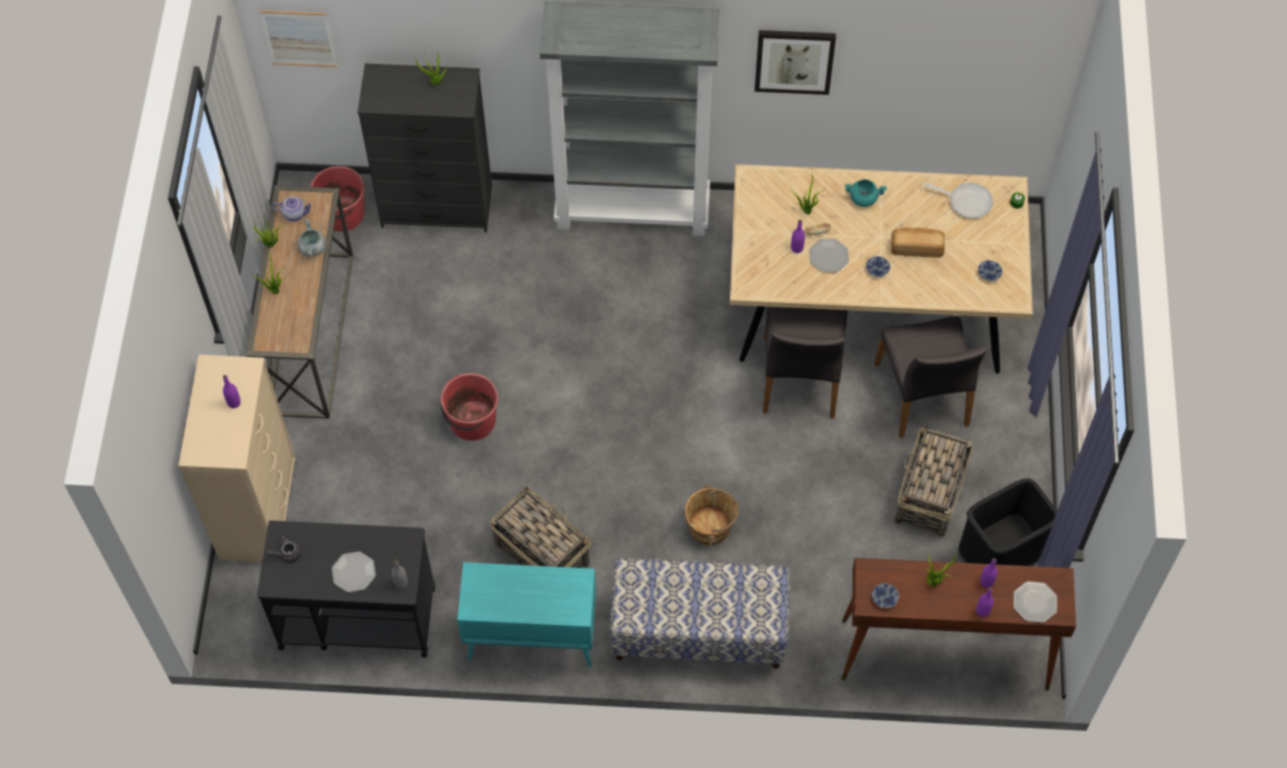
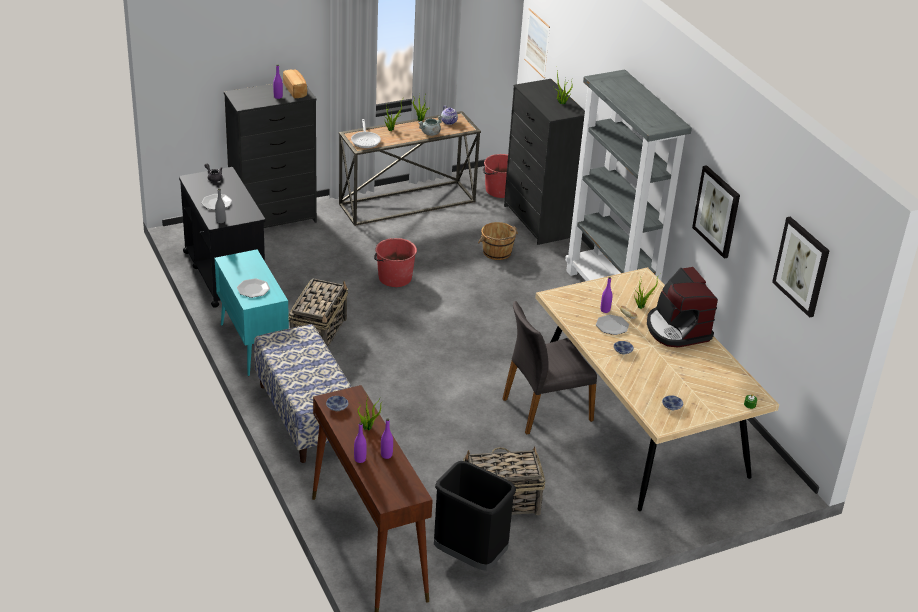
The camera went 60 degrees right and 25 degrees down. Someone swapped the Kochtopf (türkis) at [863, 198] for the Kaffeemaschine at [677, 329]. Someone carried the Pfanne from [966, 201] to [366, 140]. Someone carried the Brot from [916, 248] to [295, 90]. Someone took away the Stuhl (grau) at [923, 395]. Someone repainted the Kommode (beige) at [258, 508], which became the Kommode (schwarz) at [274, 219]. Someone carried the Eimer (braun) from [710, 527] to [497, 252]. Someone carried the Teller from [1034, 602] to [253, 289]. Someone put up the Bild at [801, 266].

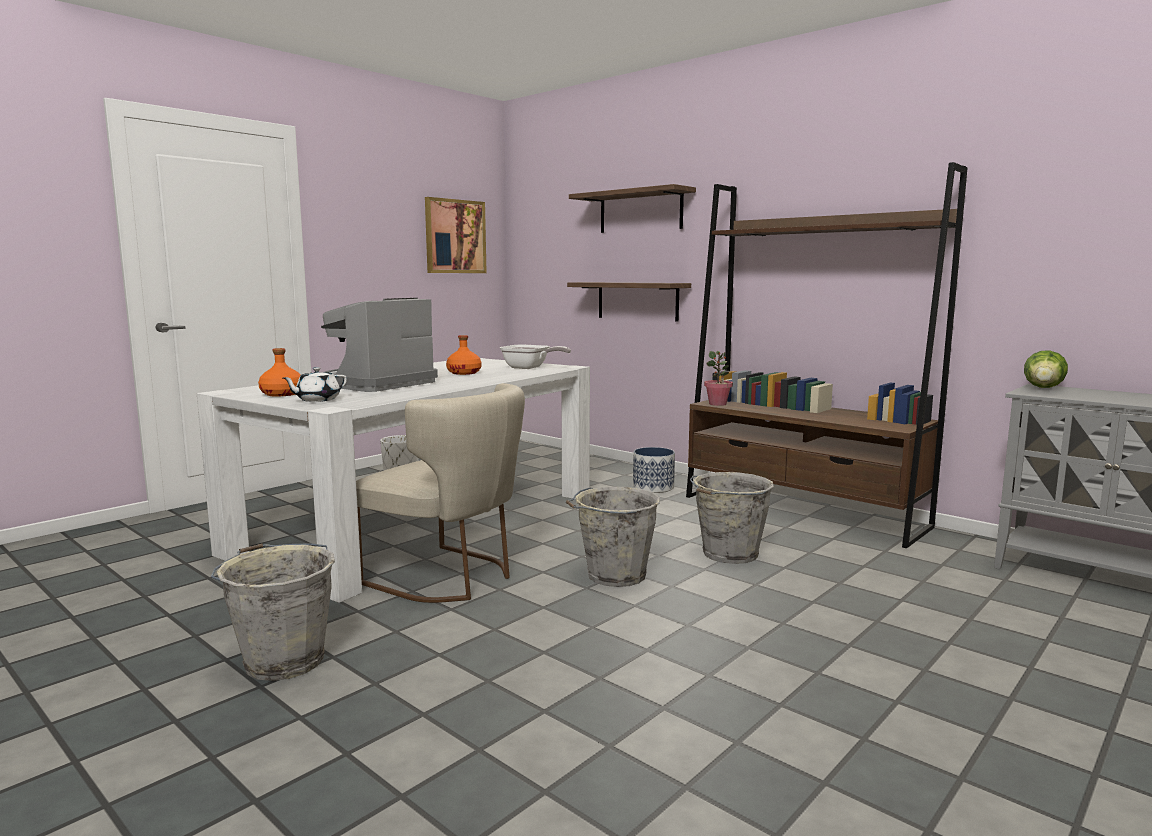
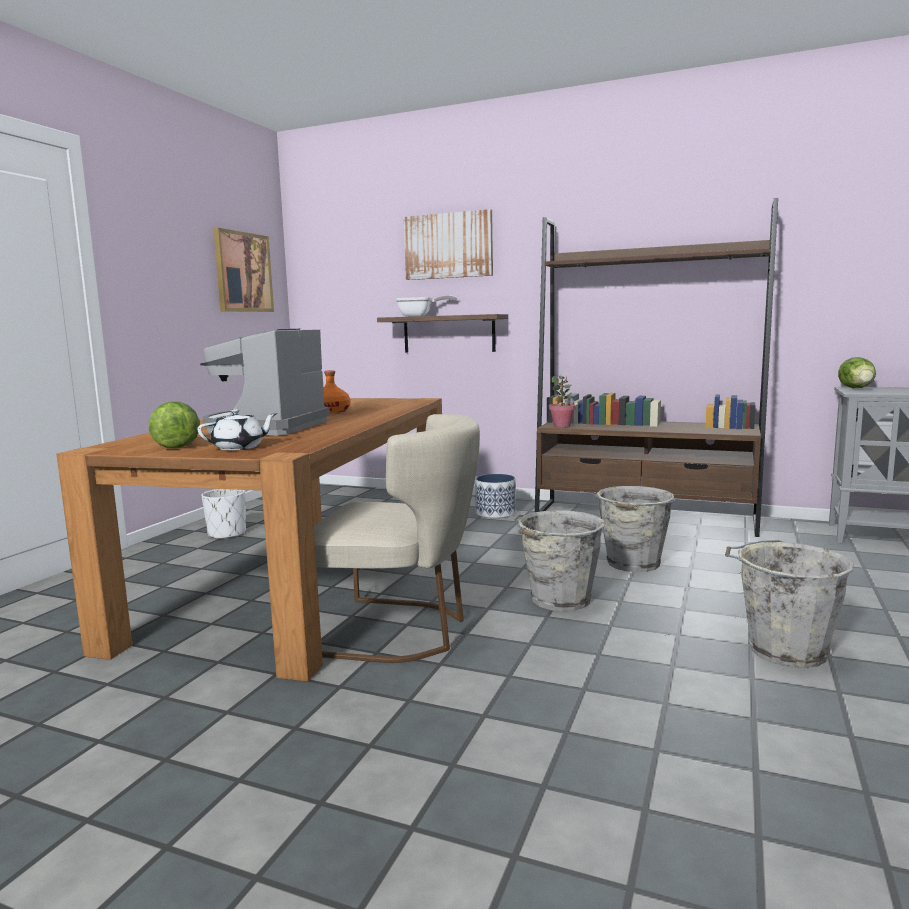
The camera went 20 degrees left and 0 degrees up. Someone swapped the Wandregal at [640, 211] for the Bild at [448, 246]. Someone carried the Pfanne from [529, 368] to [419, 316]. Someone swapped the Flasche (orange) at [281, 394] for the Salatkopf at [177, 445]. Someone repainted the Esstisch (weiß) at [423, 522], which became the Esstisch (braun) at [305, 577]. Someone rotated the Teekanne (weiß) at [317, 400] by 150 degrees counterclockwise. Someone carried the Eimer (grau) from [283, 660] to [783, 650].

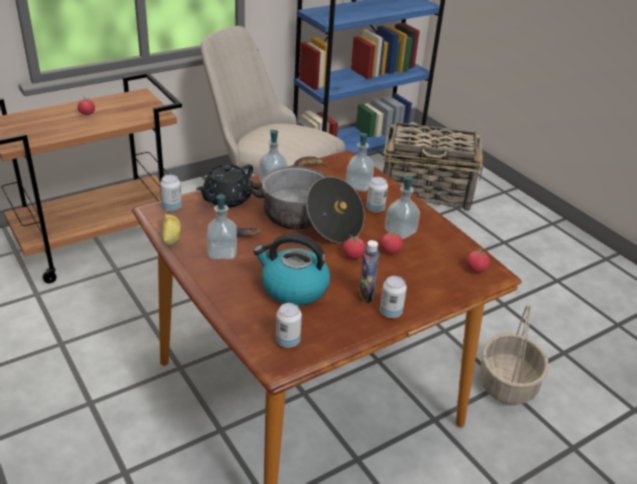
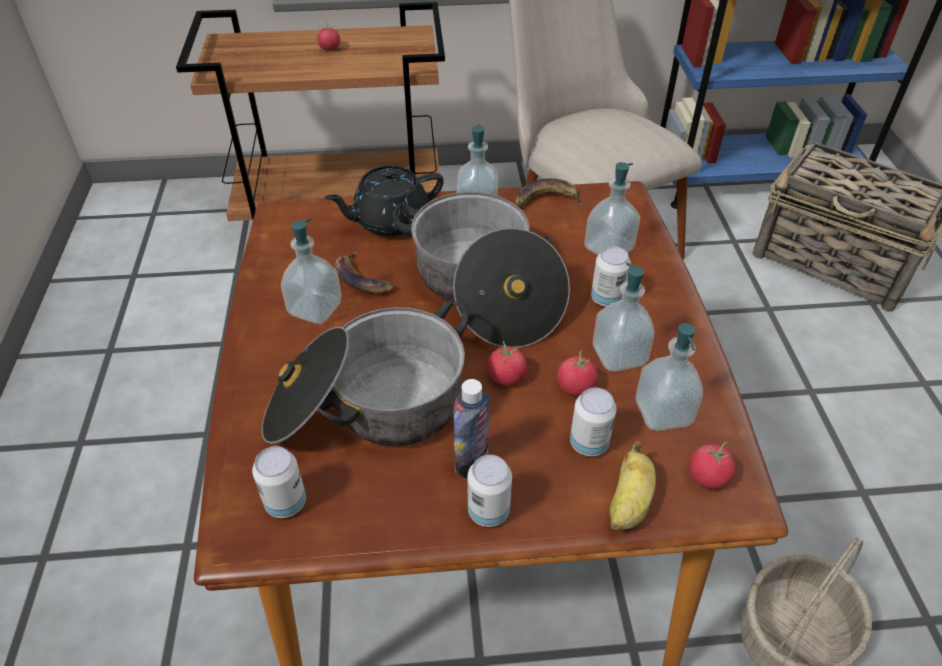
The camera went 30 degrees right and 10 degrees up. Someone carried the Dose from [172, 207] to [589, 443]. Someone carried the Banane from [171, 239] to [628, 504]. Someone swapped the Wasserkessel at [293, 288] for the Kochtopf at [368, 406]. Someone put down the Seifenspender at [663, 412].

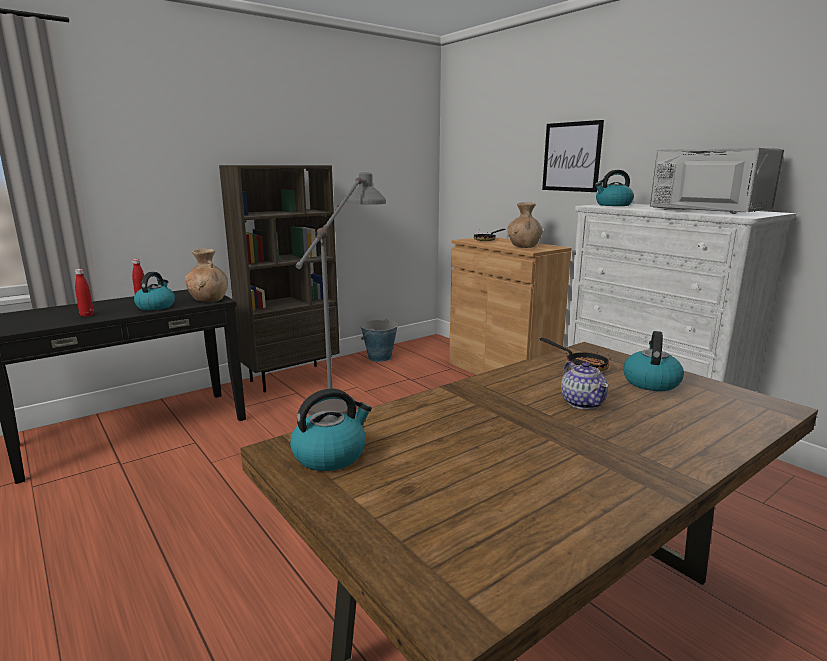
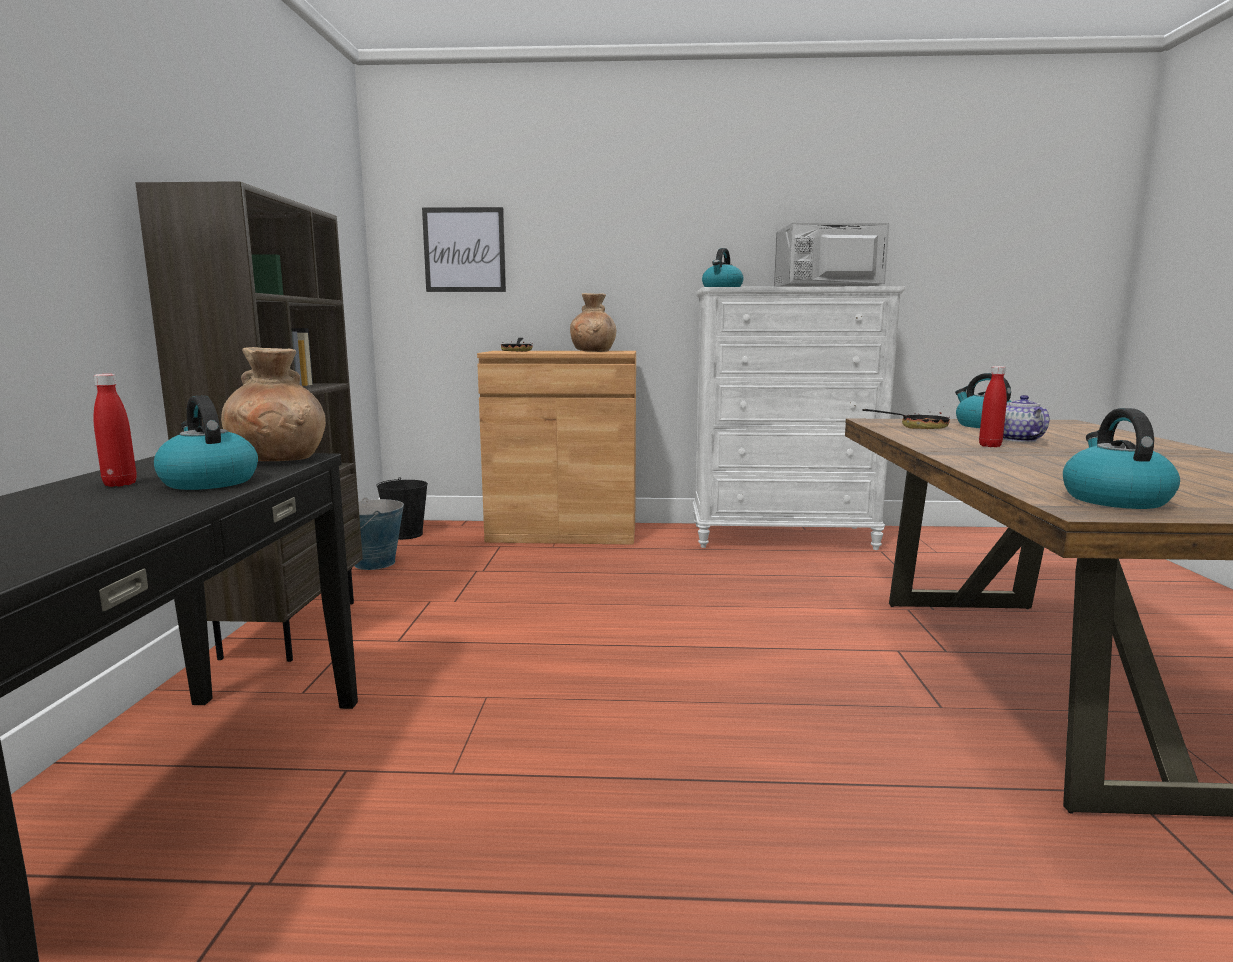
The camera went 50 degrees left and 5 degrees down. Someone carried the Bild from [571, 157] to [464, 250]. Someone took away the Stehlampe (grau) at [348, 394]. Someone carried the Flasche (rot) from [87, 315] to [990, 446]. Someone rotated the Teekanne at [582, 403] by 120 degrees counterclockwise. Someone put down the Eimer (schwarz) at [405, 534].

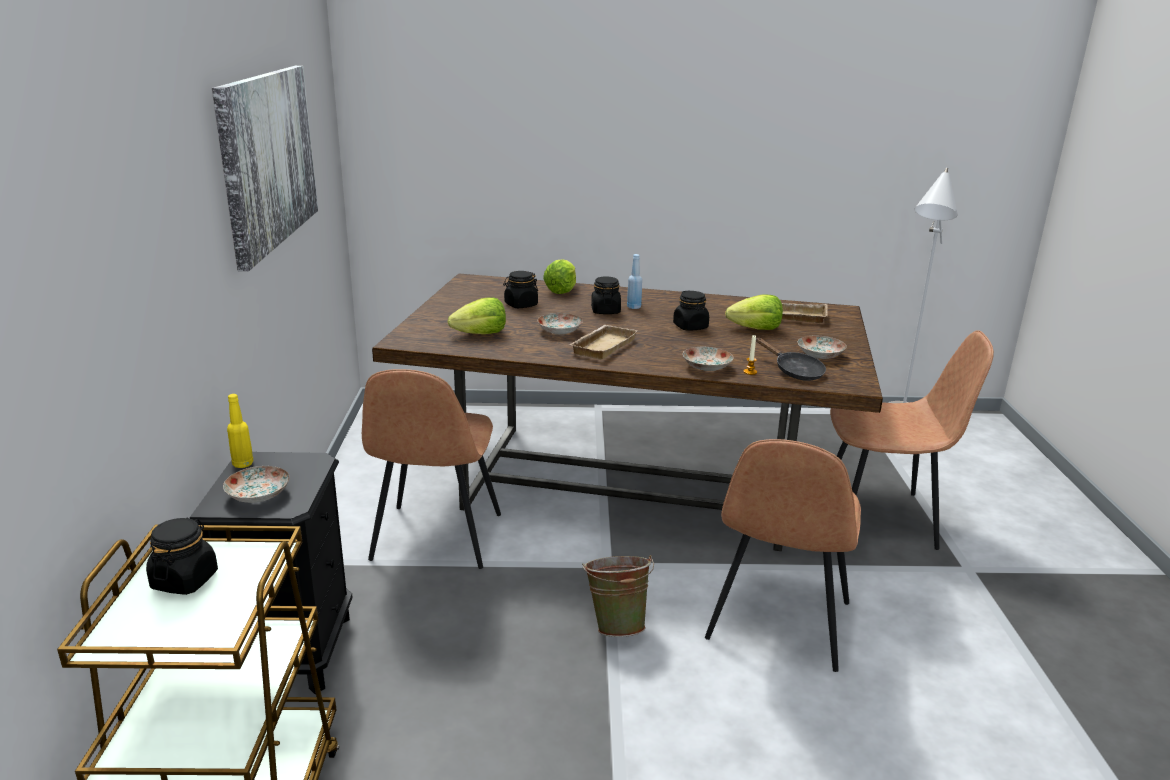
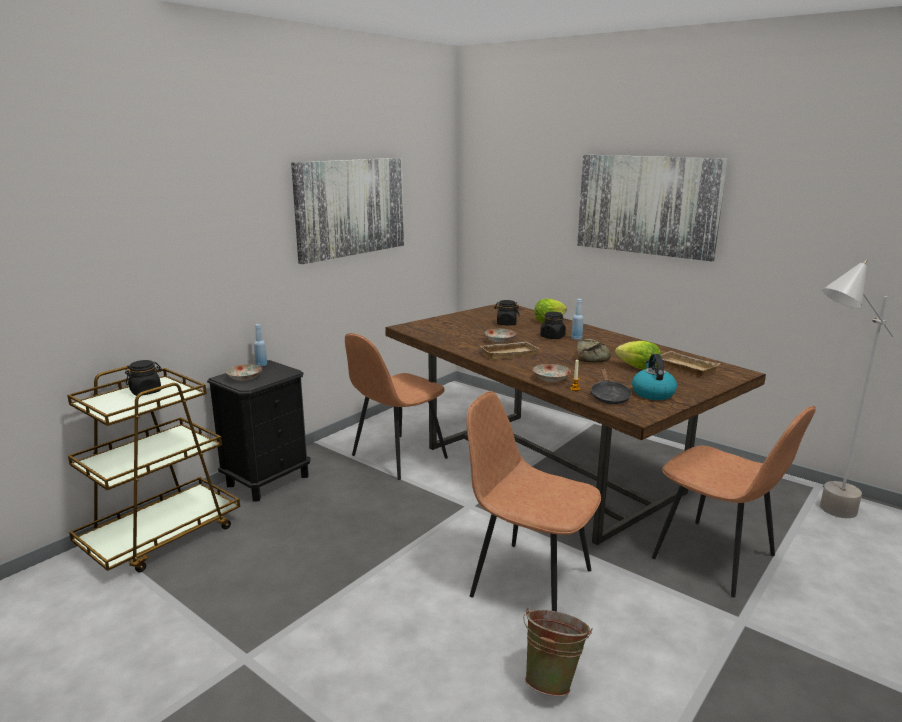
The camera went 40 degrees right and 5 degrees down. Someone swapped the Vorratsglas (schwarz) at [690, 327] for the Brot at [591, 356]. Someone took away the Salatkopf at [481, 334]. Someone swapped the Teller at [820, 355] for the Wasserkessel at [652, 393]. Someone repainted the Flasche (gelb) at [243, 464], which became the Flasche (blau) at [261, 365]. Someone rotated the Stuhl (braun) at [777, 623] by 60 degrees clockwise. Someone carried the Eimer (grün) from [617, 624] to [553, 679]. Someone put up the Bild at [647, 205].

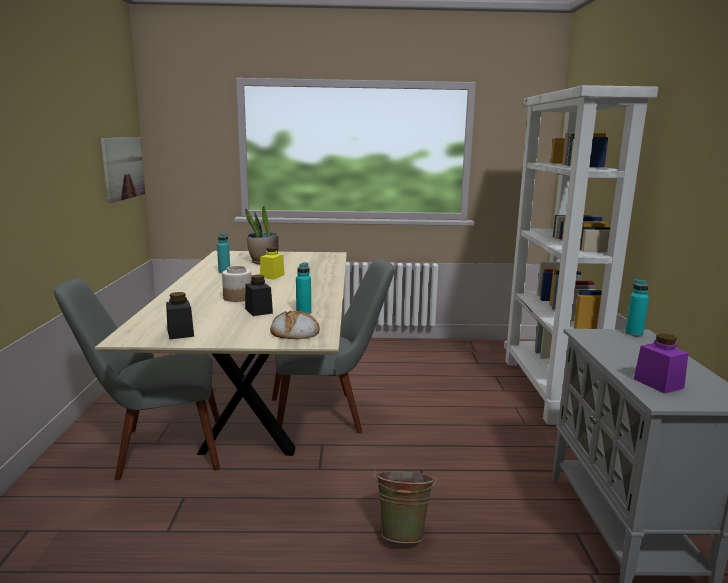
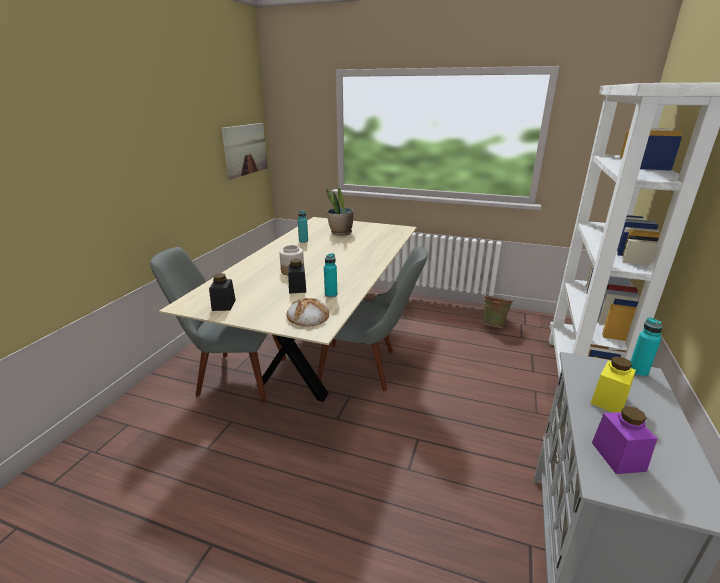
The camera went 20 degrees right and 10 degrees up. Someone carried the Vorratsglas (gelb) from [272, 276] to [609, 400]. Someone carried the Eimer (grün) from [403, 532] to [494, 325].

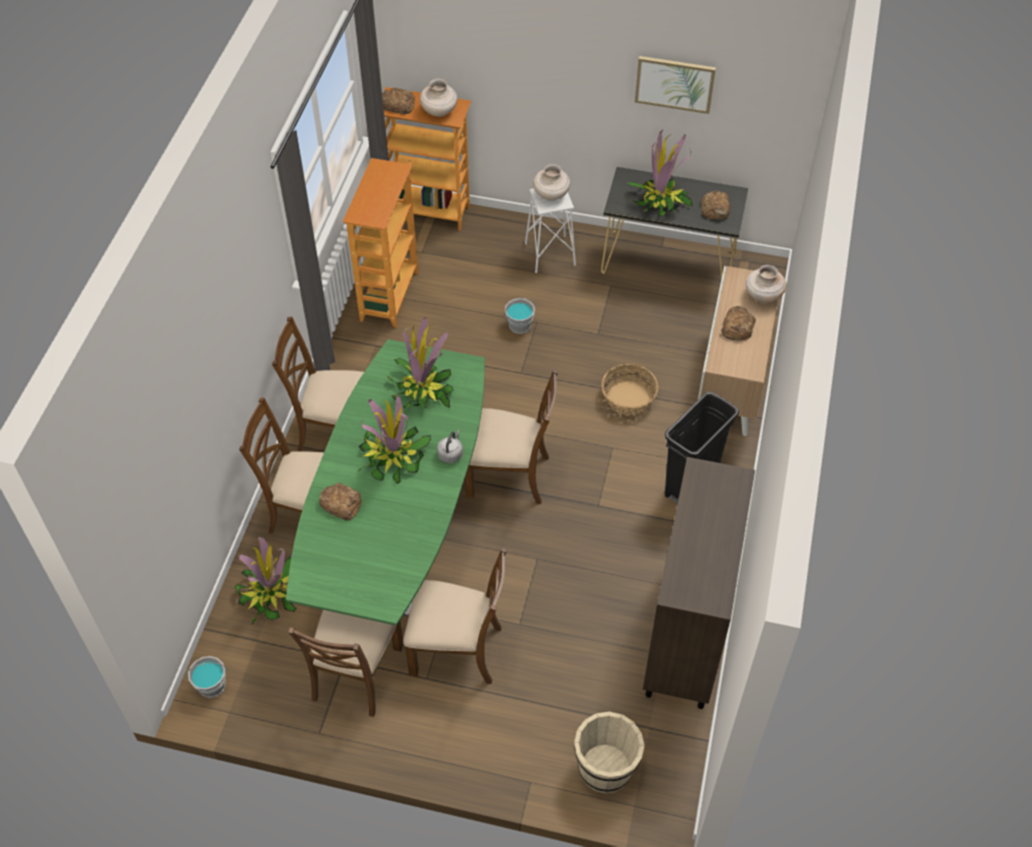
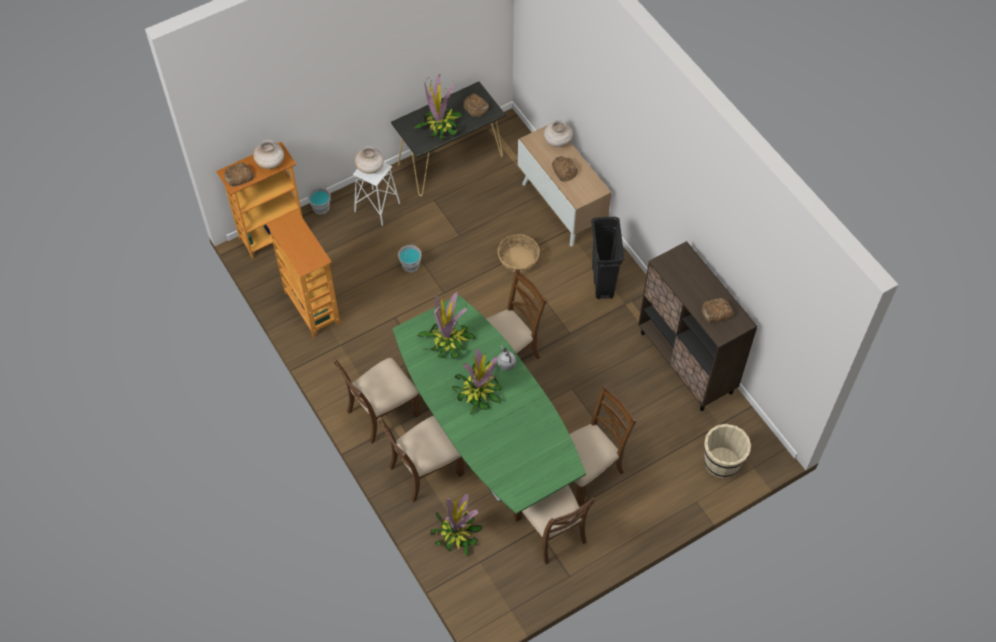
The camera went 45 degrees left and 5 degrees up. Someone took away the Bild at [674, 83]. Someone carried the Brot from [341, 503] to [716, 313]. Someone carried the Eimer (grau) from [212, 685] to [321, 207].

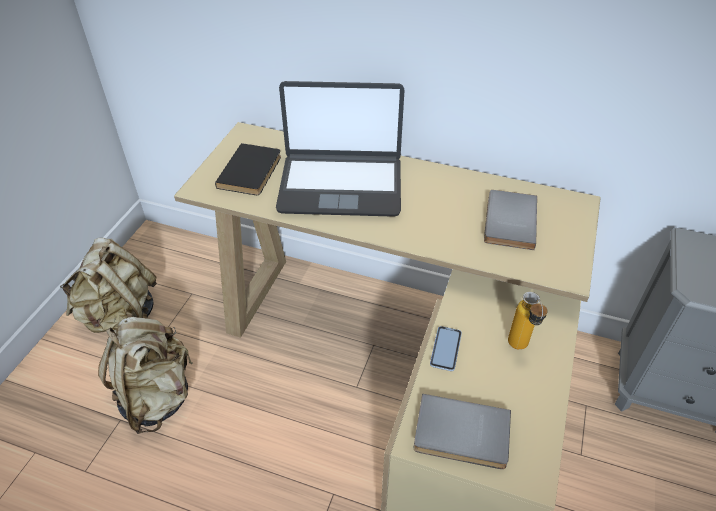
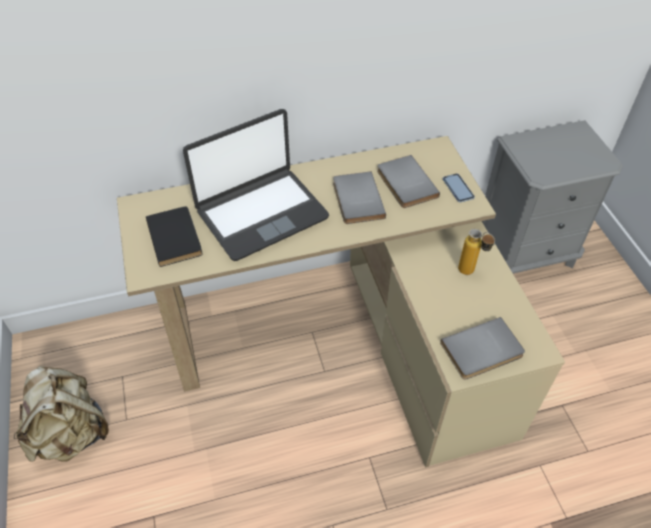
The camera went 35 degrees left and 5 degrees up. Someone took away the Rucksack (beige) at [157, 396]. Someone carried the Handy from [445, 349] to [458, 188]. Someone put down the Buch (grau) at [356, 200].

